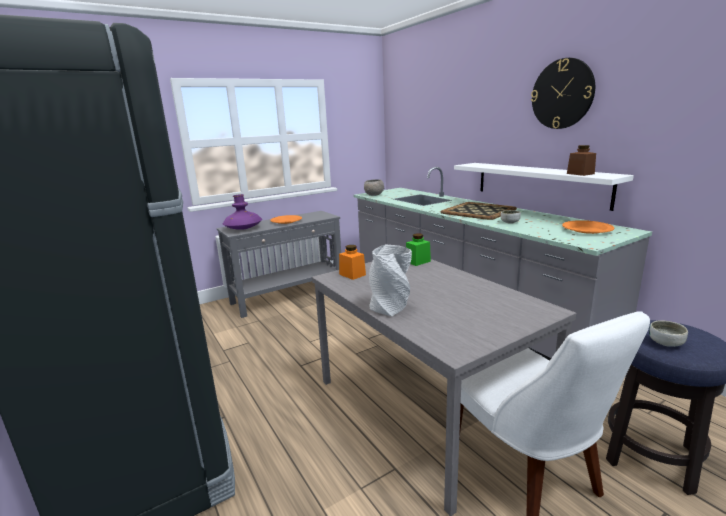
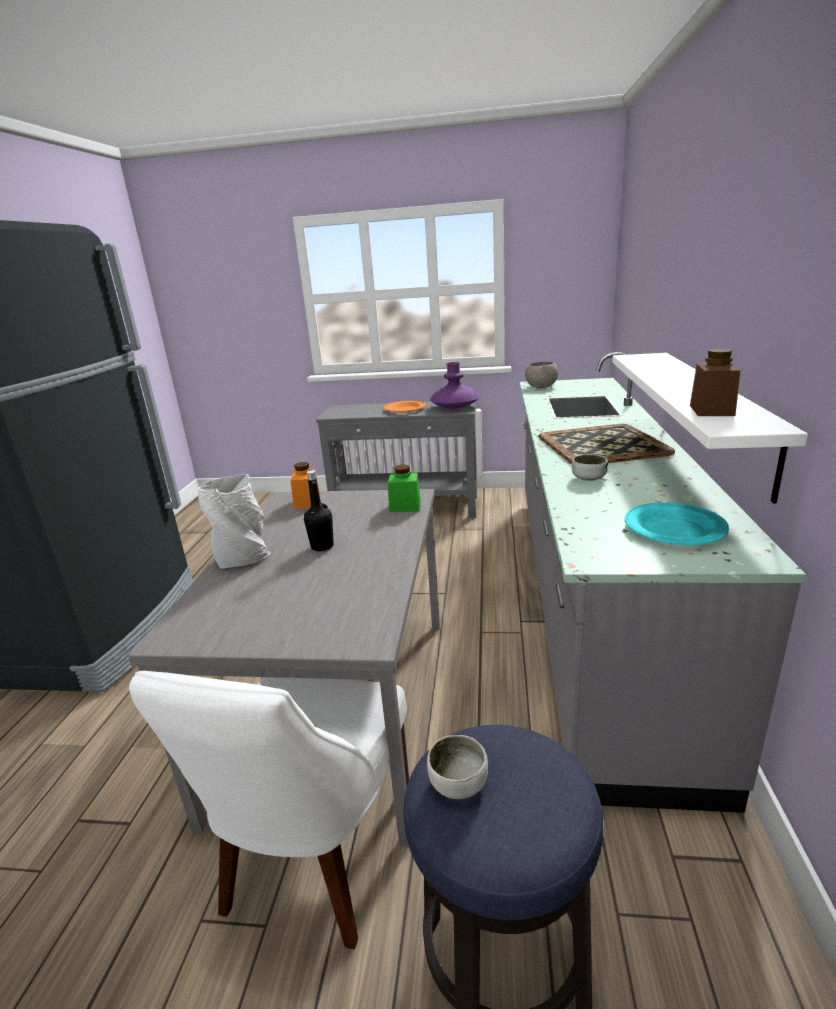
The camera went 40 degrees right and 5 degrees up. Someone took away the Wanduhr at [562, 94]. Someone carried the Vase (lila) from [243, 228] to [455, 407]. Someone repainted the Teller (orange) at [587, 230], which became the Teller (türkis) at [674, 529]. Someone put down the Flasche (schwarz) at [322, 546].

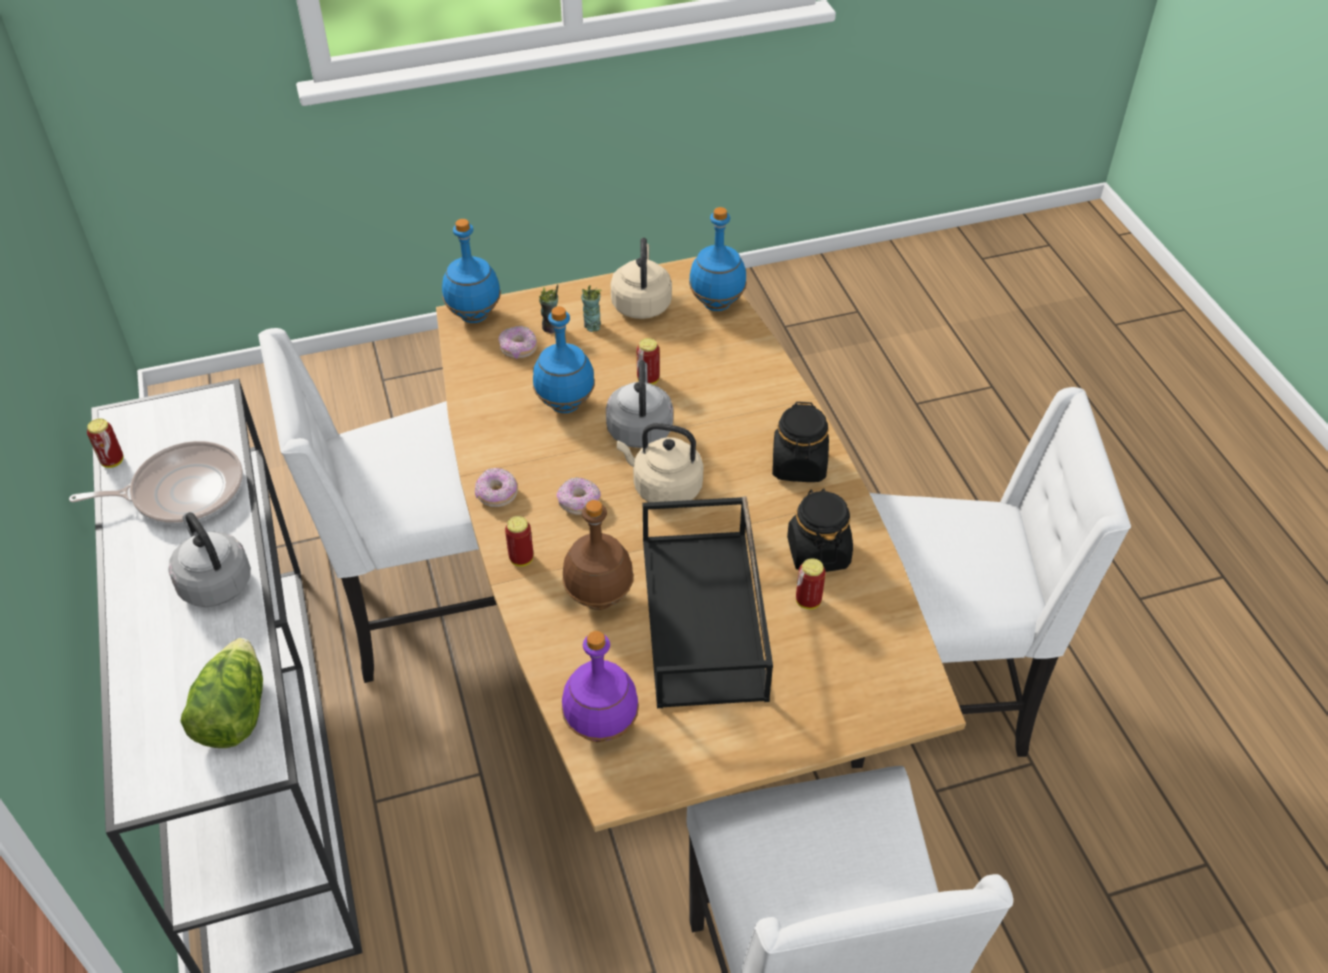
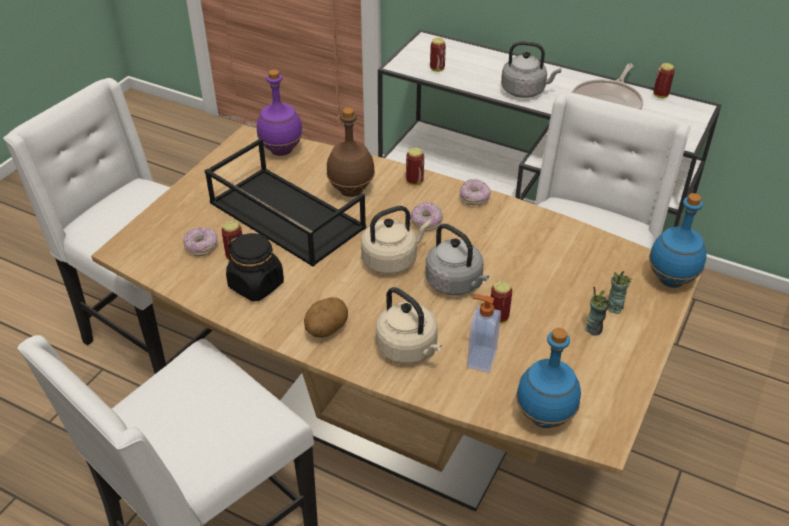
The camera went 135 degrees right and 5 degrees down. Someone carried the Wasserkessel (beige) from [641, 303] to [409, 349]. Someone took away the Flasche (blau) at [565, 405]. Someone carried the Donut from [518, 349] to [201, 247]. Someone swapped the Vorratsglas (schwarz) at [799, 465] for the Kartoffel at [326, 329]. Someone swapped the Salatkopf at [232, 712] for the Dose at [437, 69]. Someone put down the Seifenspender at [480, 358].

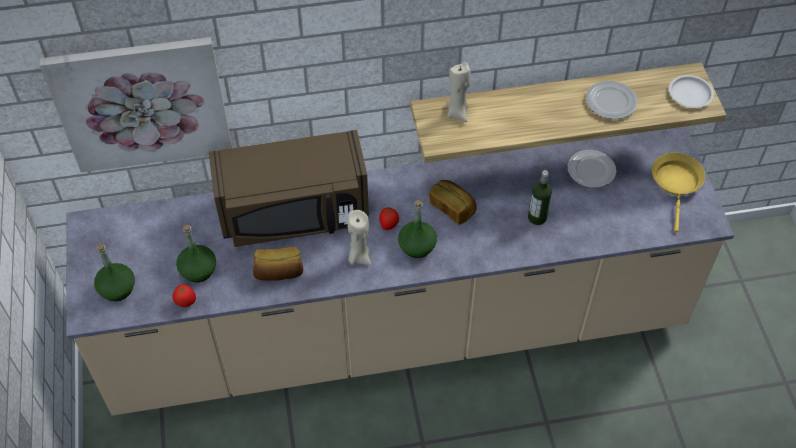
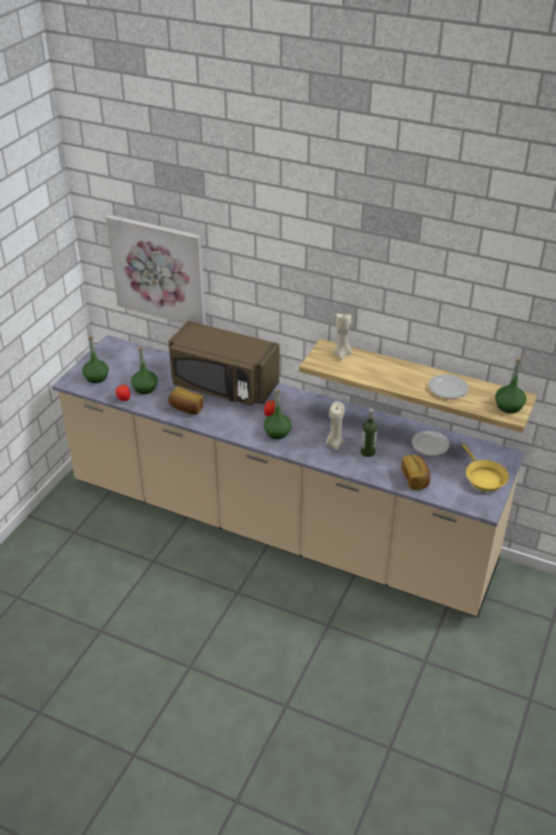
The camera went 35 degrees right and 15 degrees down. Someone swapped the Teller (weiß) at [689, 94] for the Flasche (grün) at [508, 406]. Someone rotated the Pfanne (gelb) at [676, 184] by 120 degrees clockwise. Someone carried the Brot from [452, 208] to [415, 479]. Someone carried the Kerze (beige) from [359, 257] to [334, 444].

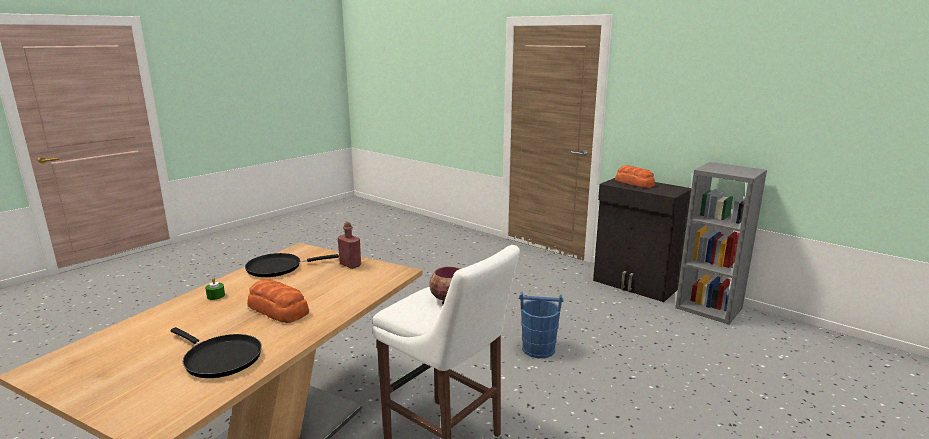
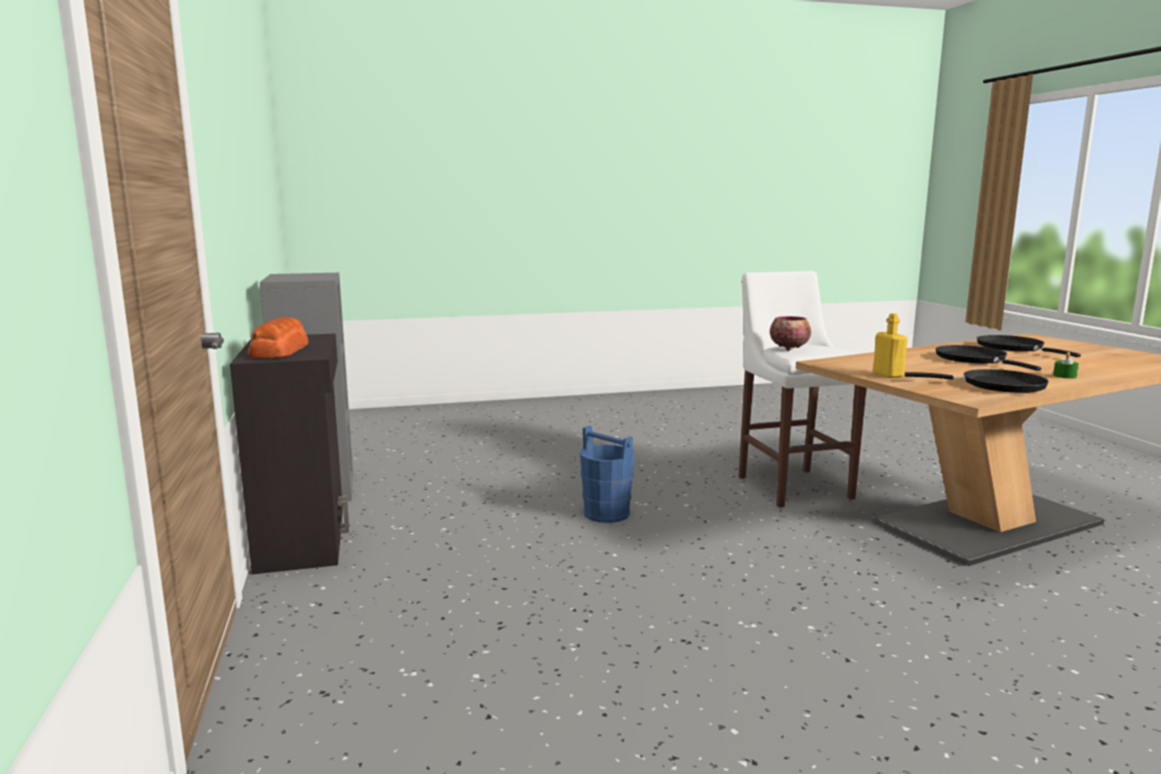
The camera went 145 degrees left and 5 degrees down. Someone repainted the Flasche (rot) at [350, 265], which became the Flasche (gelb) at [888, 375]. Someone swapped the Brot at [278, 310] for the Pfanne (schwarz) at [974, 360].

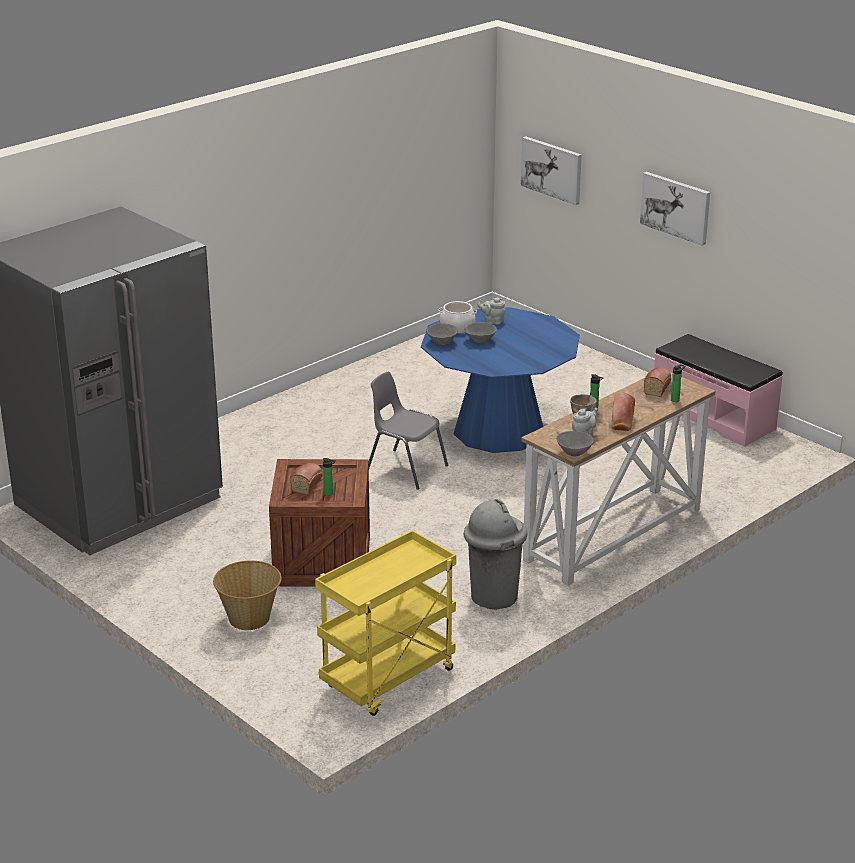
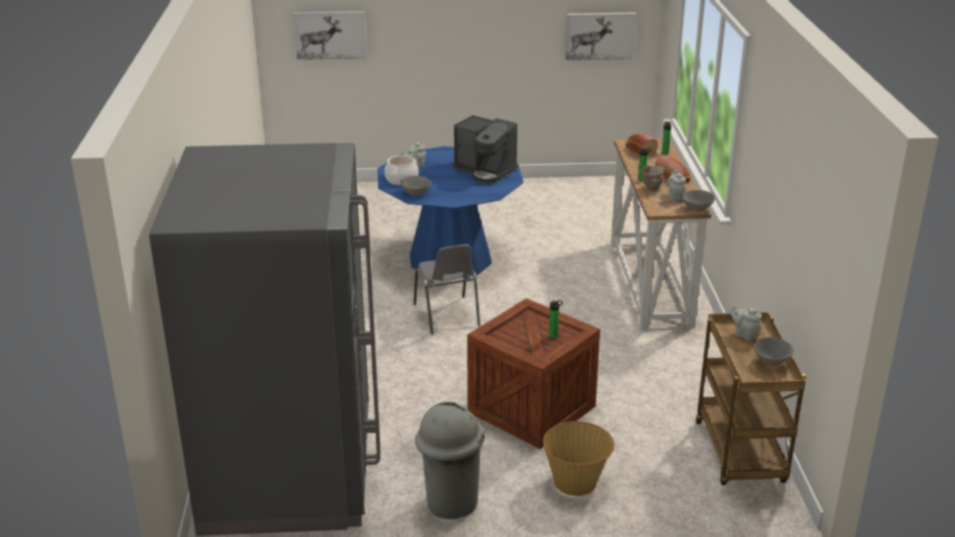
The camera went 50 degrees left and 0 degrees up. Someone carried the Bild from [676, 207] to [600, 35]. Someone carried the Schüssel (grau) from [480, 340] to [771, 362]. Someone took away the Bank (rosa) at [713, 417]. Someone rotated the Stuhl (grau) at [405, 468] by 90 degrees counterclockwise. Someone took away the Brot at [307, 484]. Someone carried the Mülleimer (grau) from [494, 596] to [451, 502]. Someone repainted the Rollwagen (gelb) at [388, 680], which became the Rollwagen (braun) at [741, 454]. Someone put down the Kaffeemaschine at [485, 171]. Someone put down the Teekanne (grau) at [744, 334].

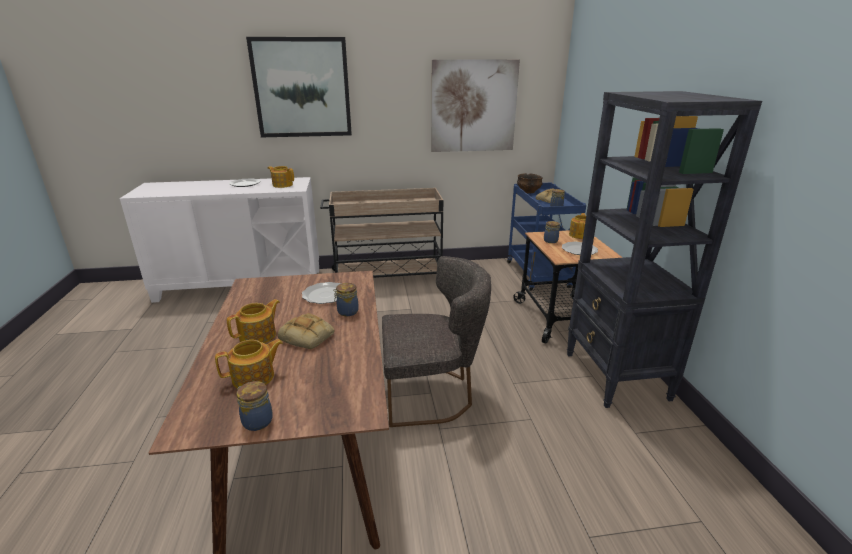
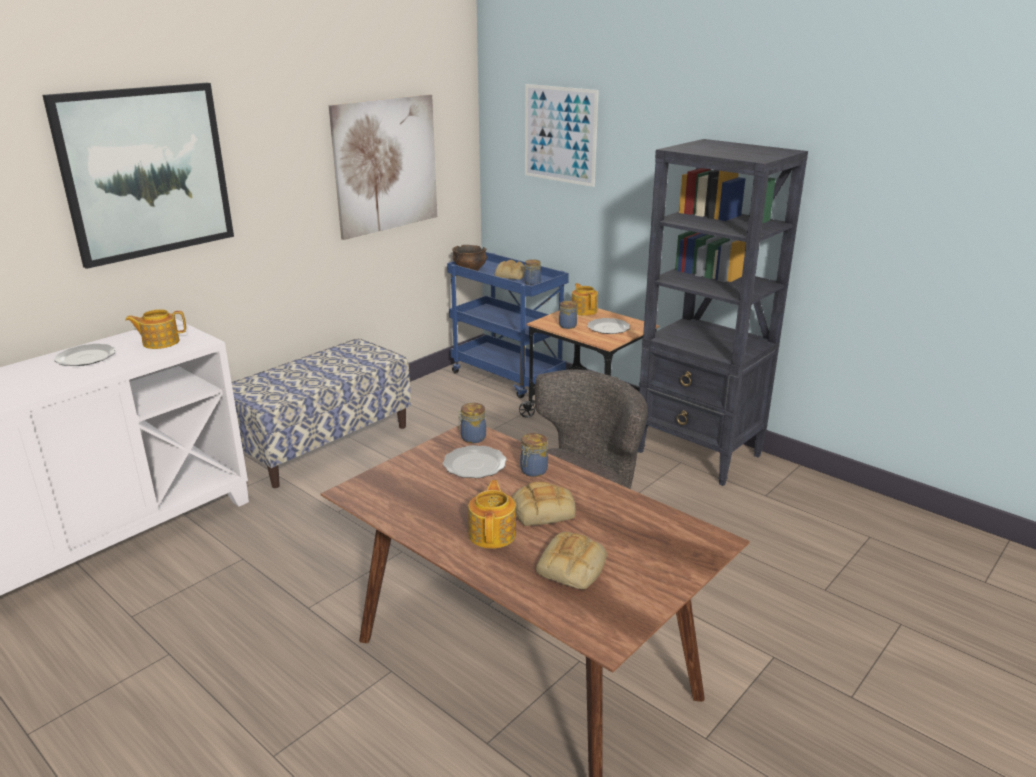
The camera went 40 degrees left and 0 degrees up. Someone swapped the Rollwagen (beige) at [386, 276] for the Bank at [323, 443]. Someone swapped the Teekanne at [254, 377] for the Brot at [572, 567]. Someone carried the Vorratsglas from [256, 421] to [472, 438]. Someone put up the Bild at [560, 134].

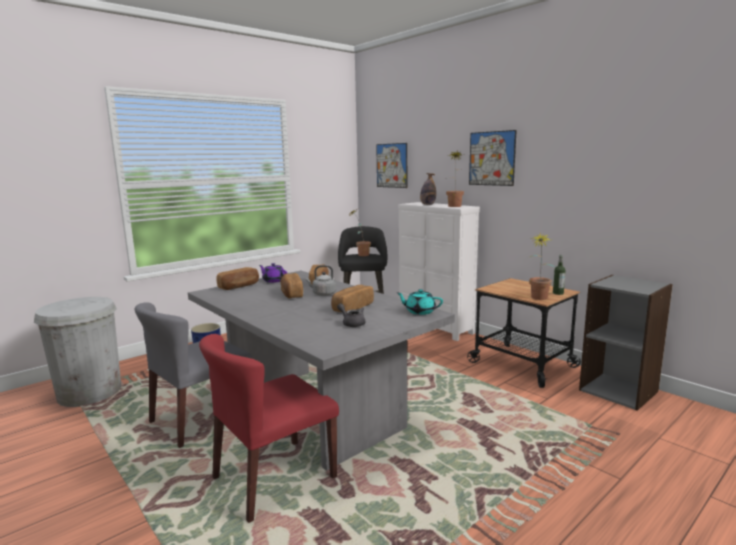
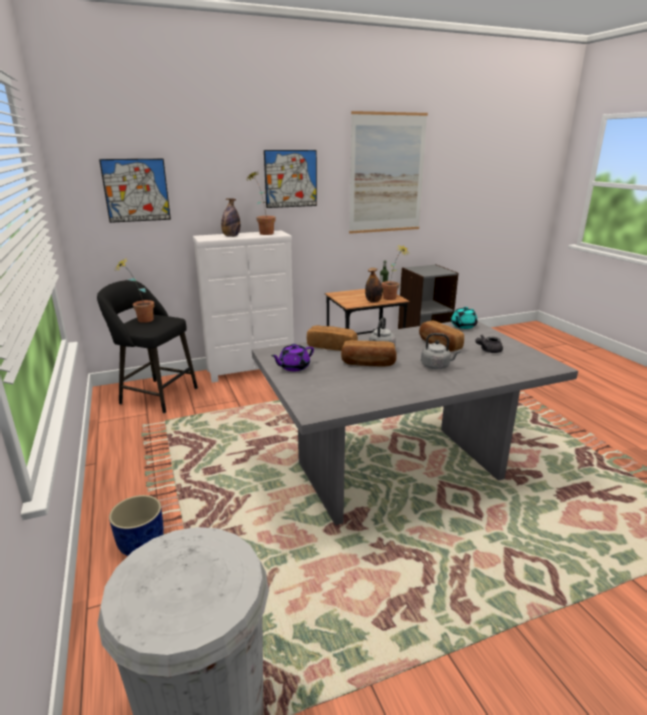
The camera went 70 degrees left and 10 degrees up. Someone took away the Brot at [239, 286]. Someone took away the Stuhl (grau) at [201, 419]. Someone took away the Stuhl (rot) at [273, 478]. Someone put up the Bild at [387, 174]. Someone put down the Flasche at [373, 301]. Someone put down the Wasserkessel (grau) at [436, 366].

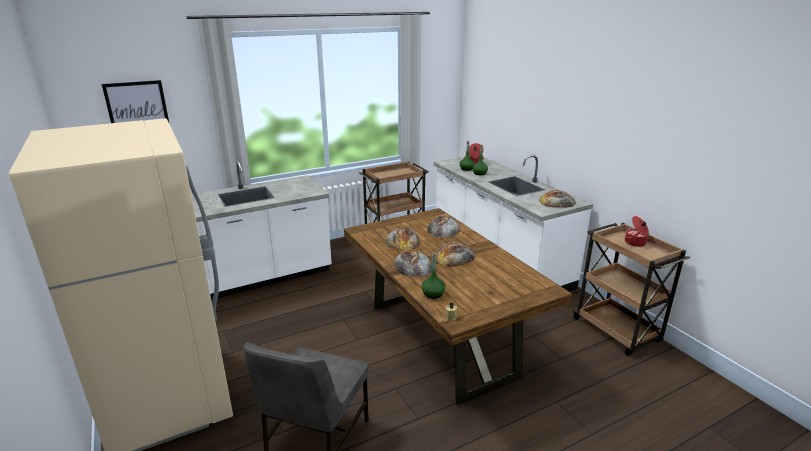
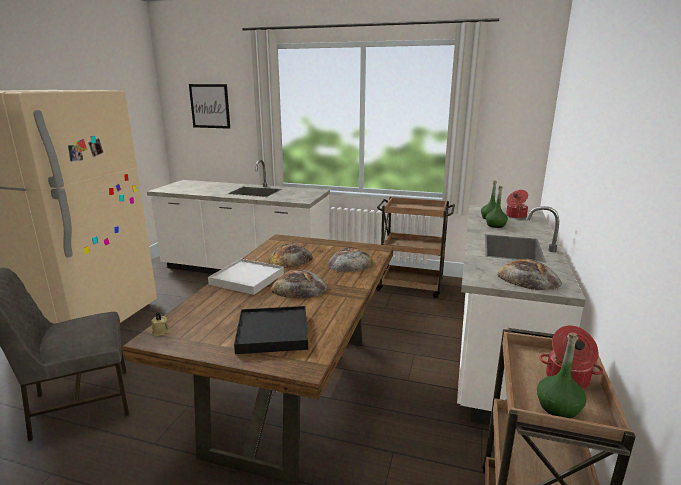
The camera went 45 degrees right and 5 degrees down. Someone swapped the Brot at [412, 266] for the Tablett (weiß) at [247, 279]. Someone carried the Flasche (grün) from [433, 294] to [558, 407]. Someone put down the Tablett (schwarz) at [273, 332].

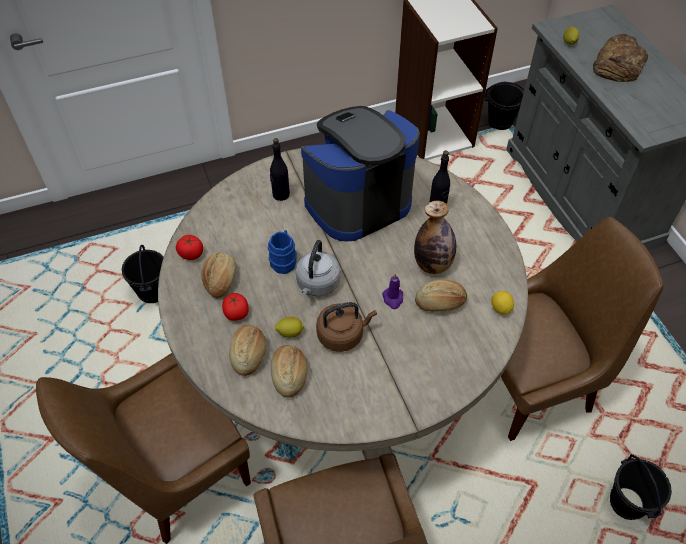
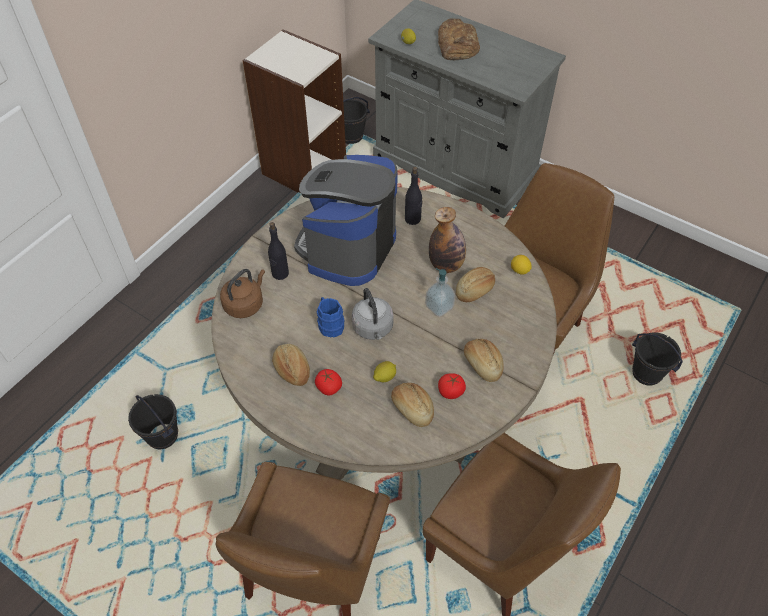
The camera went 35 degrees left and 0 degrees up. Someone carried the Tomate from [191, 254] to [451, 391]. Someone swapped the Kerze (lila) at [393, 299] for the Seifenspender at [439, 307]. Someone carried the Wasserkessel (braun) from [342, 335] to [245, 304]. Someone carried the Brot from [249, 354] to [482, 364].

